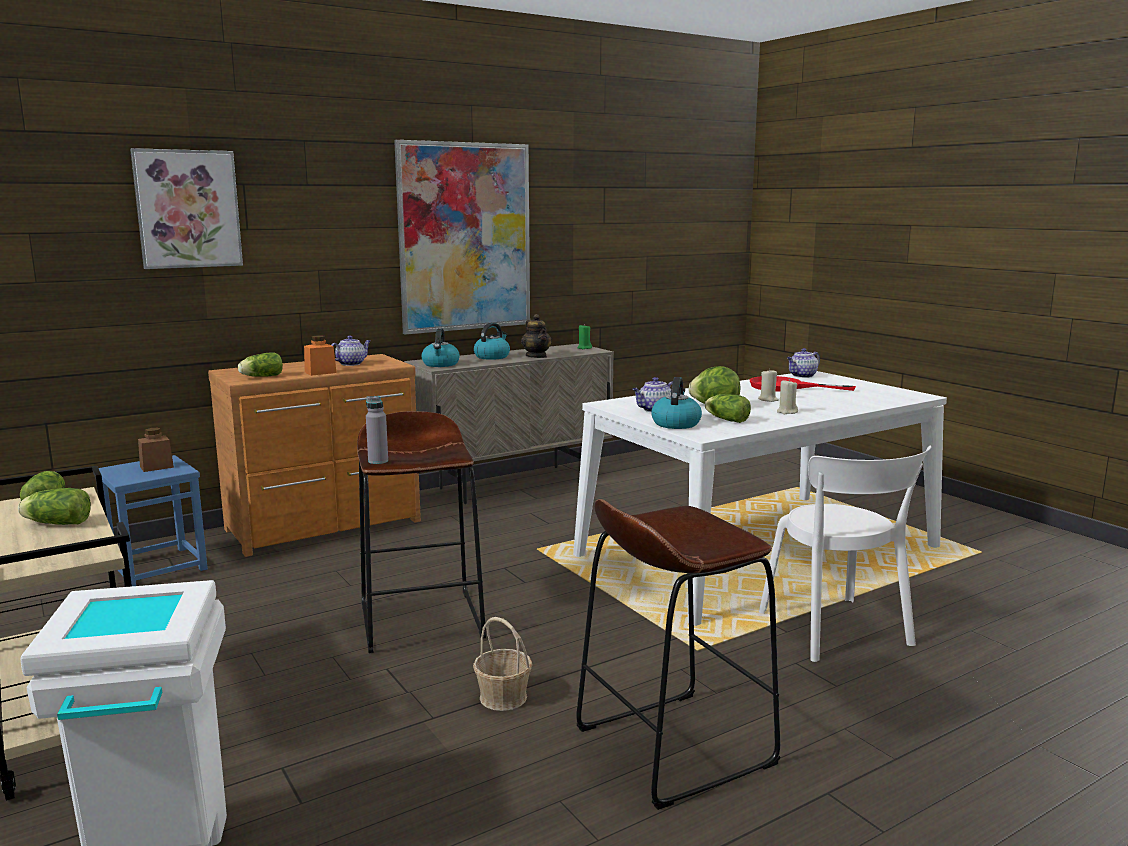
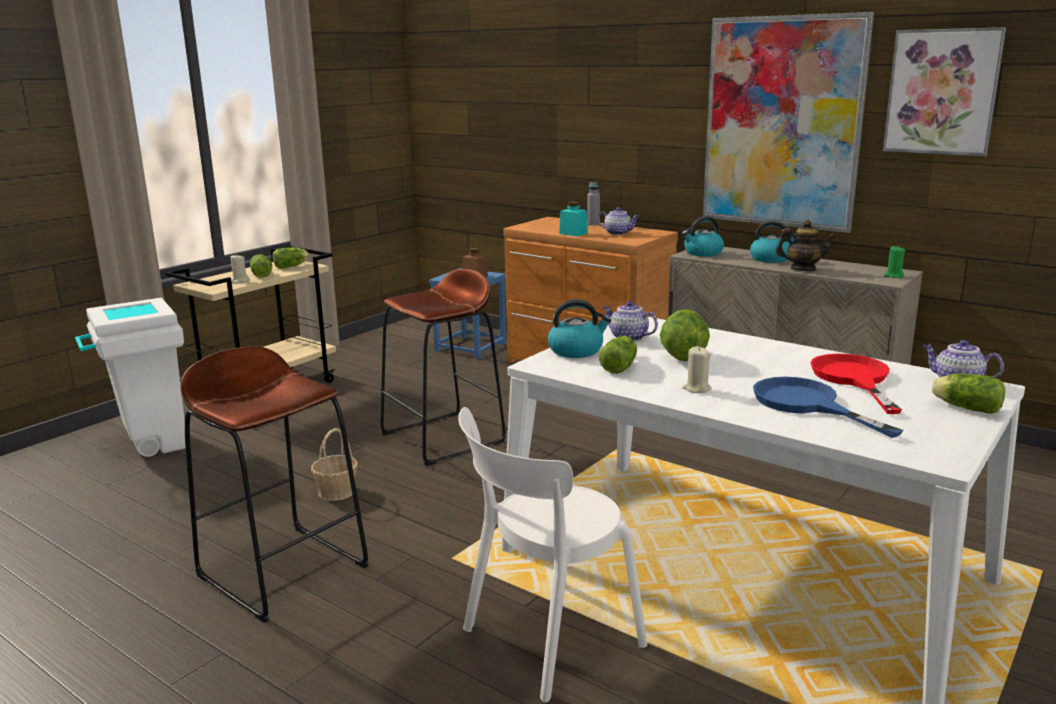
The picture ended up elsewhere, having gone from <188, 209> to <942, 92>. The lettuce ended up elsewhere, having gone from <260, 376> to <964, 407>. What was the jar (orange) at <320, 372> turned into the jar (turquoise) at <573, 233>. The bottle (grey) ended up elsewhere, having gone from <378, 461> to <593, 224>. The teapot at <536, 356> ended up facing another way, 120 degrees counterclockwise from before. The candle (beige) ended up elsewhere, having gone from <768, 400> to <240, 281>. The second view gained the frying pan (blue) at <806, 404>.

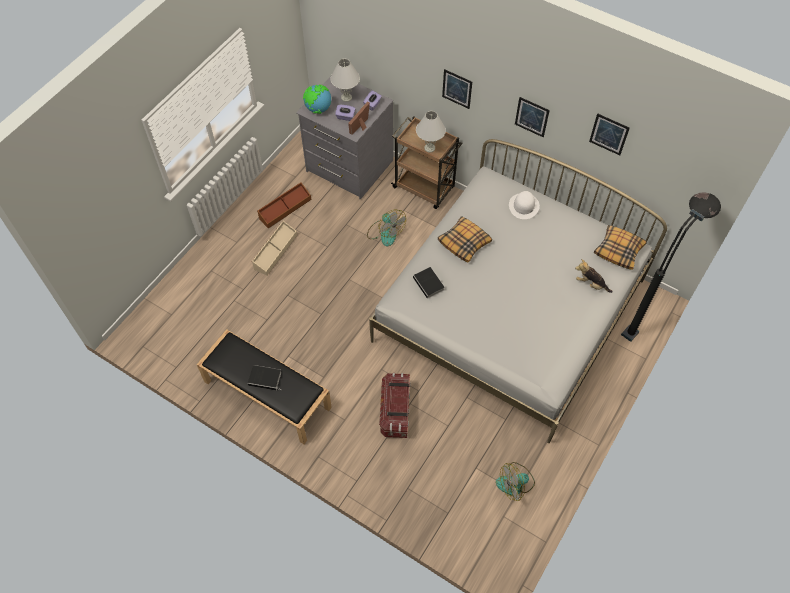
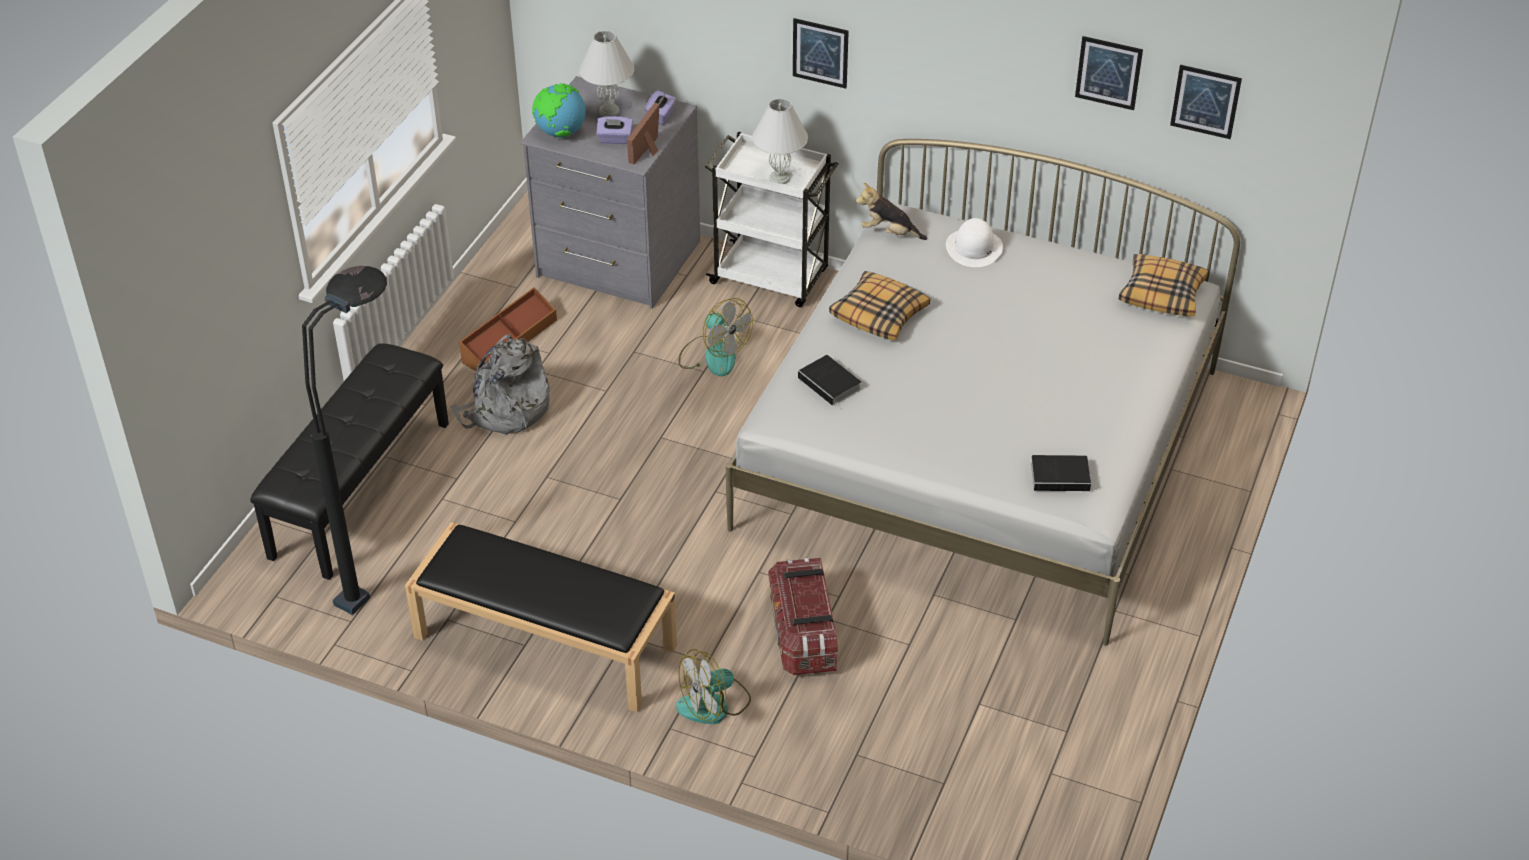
The book ended up elsewhere, having gone from <266, 378> to <1062, 476>. Where the storage box (beige) stood at <275, 251>, the backpack (grey) came to stand at <505, 410>. What was the cart (brown) at <424, 188> turned into the cart (white) at <771, 277>. The fan ended up elsewhere, having gone from <515, 483> to <714, 704>. The picture ended up elsewhere, having gone from <531, 117> to <1205, 101>. The plush toy ended up elsewhere, having gone from <591, 284> to <889, 233>. The floor lamp (black) ended up elsewhere, having gone from <645, 317> to <388, 567>. The second view gained the bench (black) at <359, 488>.

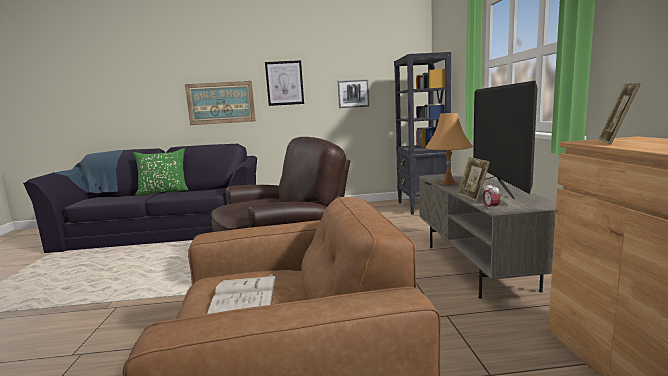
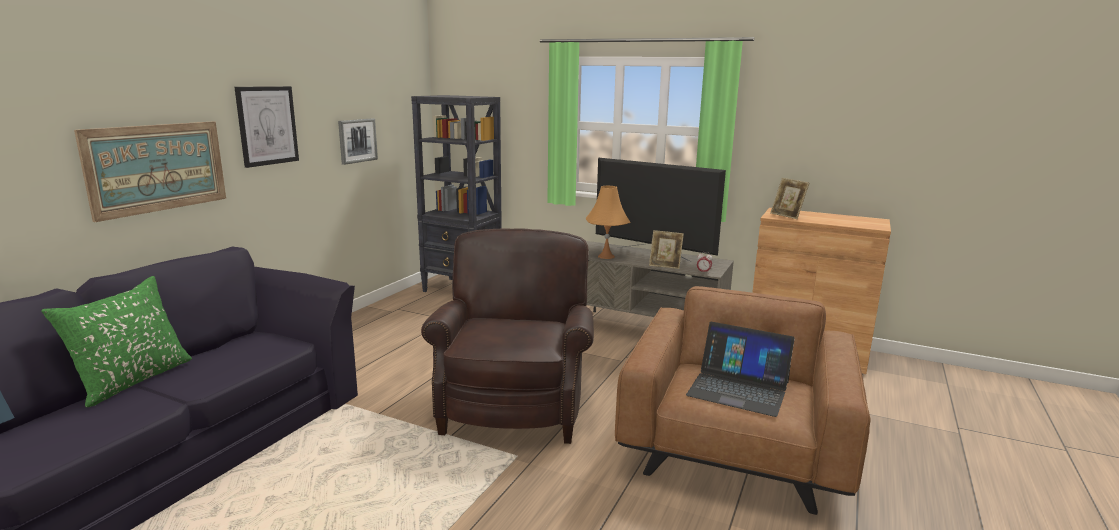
Where the book (white) stood at <244, 296>, the laptop came to stand at <738, 388>.

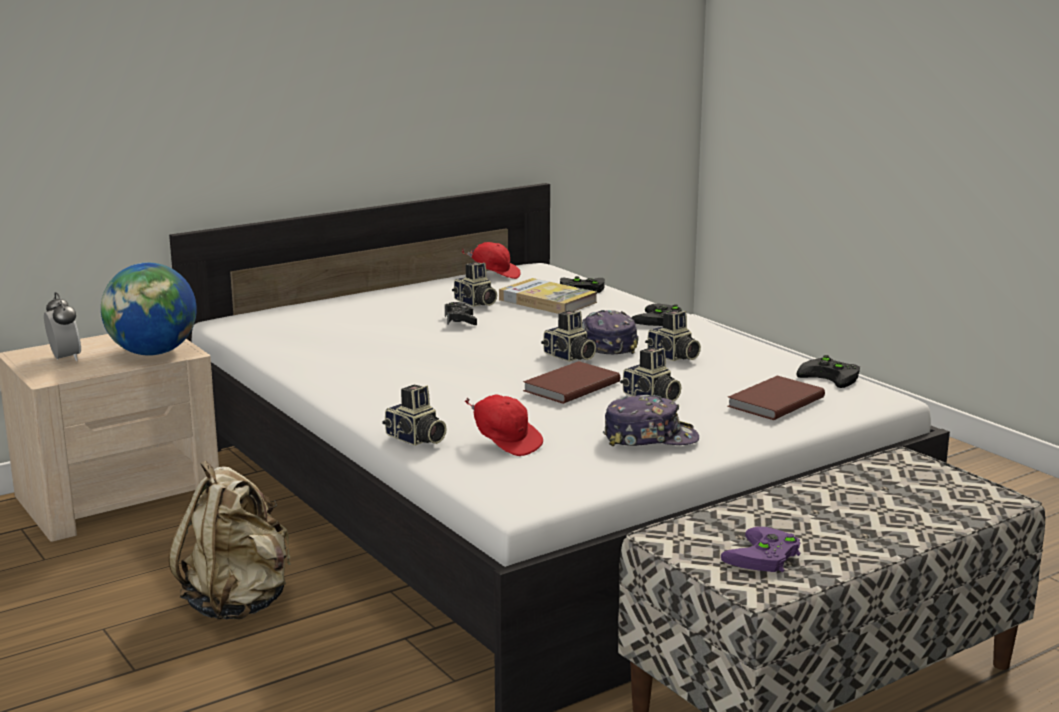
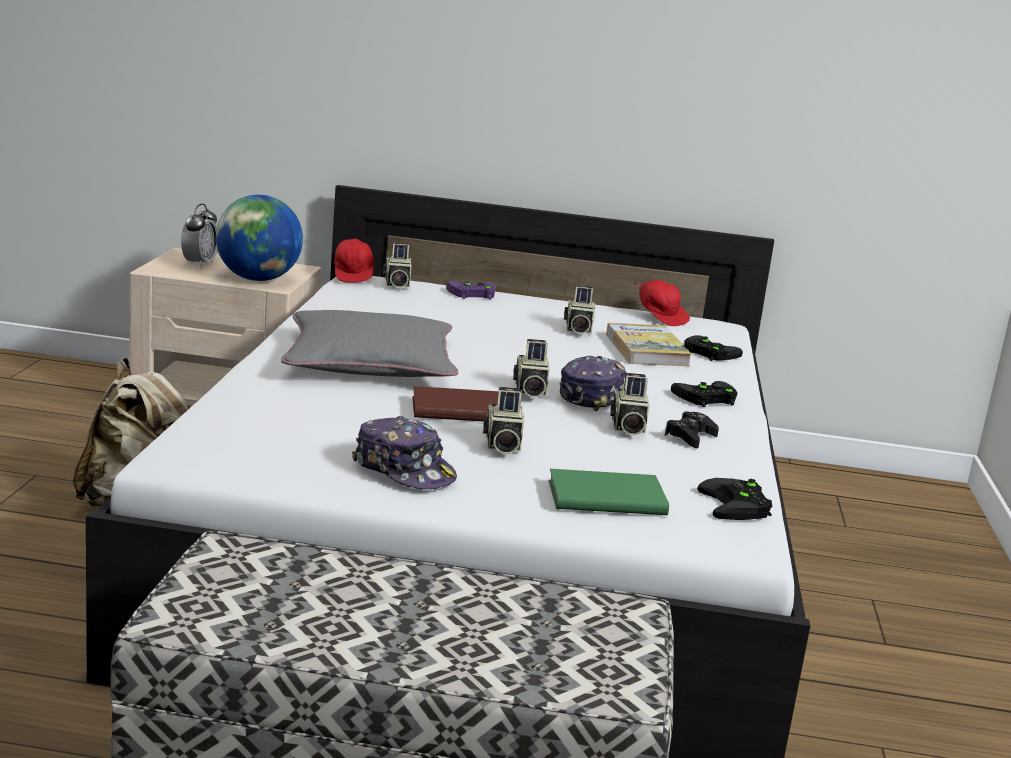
The photo camera ended up elsewhere, having gone from <415, 439> to <396, 284>. The game controller (black) ended up elsewhere, having gone from <460, 320> to <690, 437>. The cap (red) ended up elsewhere, having gone from <506, 443> to <353, 276>. The game controller (purple) ended up elsewhere, having gone from <764, 557> to <470, 294>. What was the book (brown) at <773, 402> turned into the book (green) at <604, 496>. The second view gained the pillow (grey) at <370, 362>.

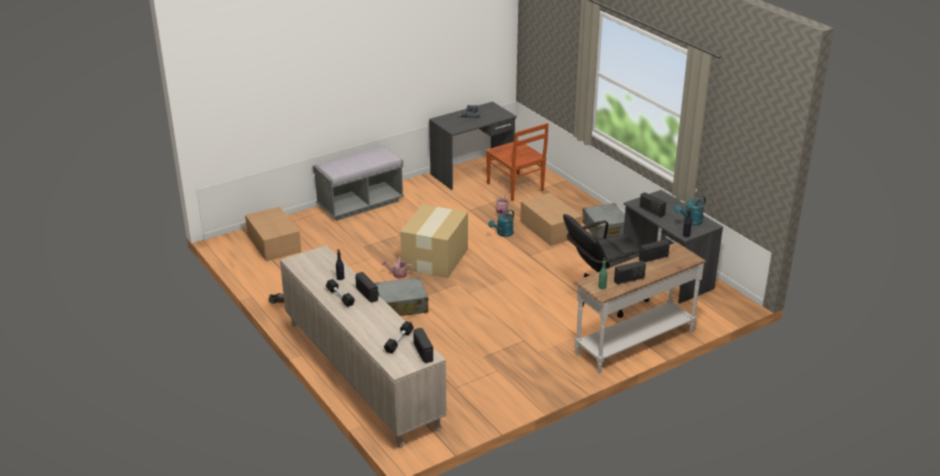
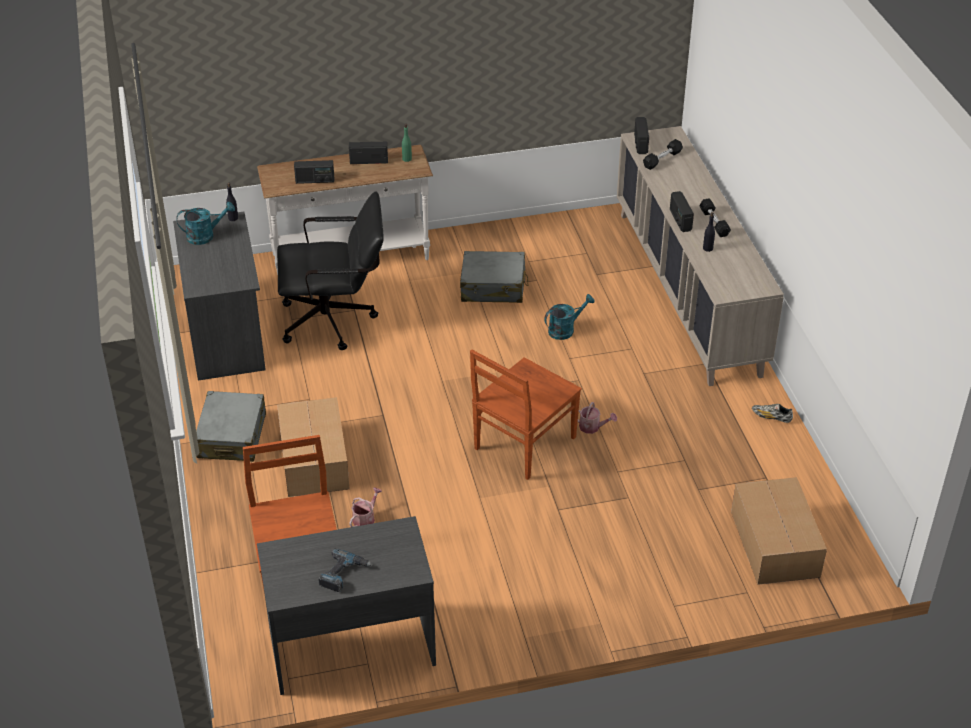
The second view lost the bench (grey) at <360, 204>. The suitcase (grey) ended up elsewhere, having gone from <401, 306> to <493, 287>. Where the cardboard box stood at <436, 258>, the chair (brown) came to stand at <523, 444>. The watering can (turquoise) ended up elsewhere, having gone from <503, 234> to <565, 329>. The second view lost the radio at <651, 211>.

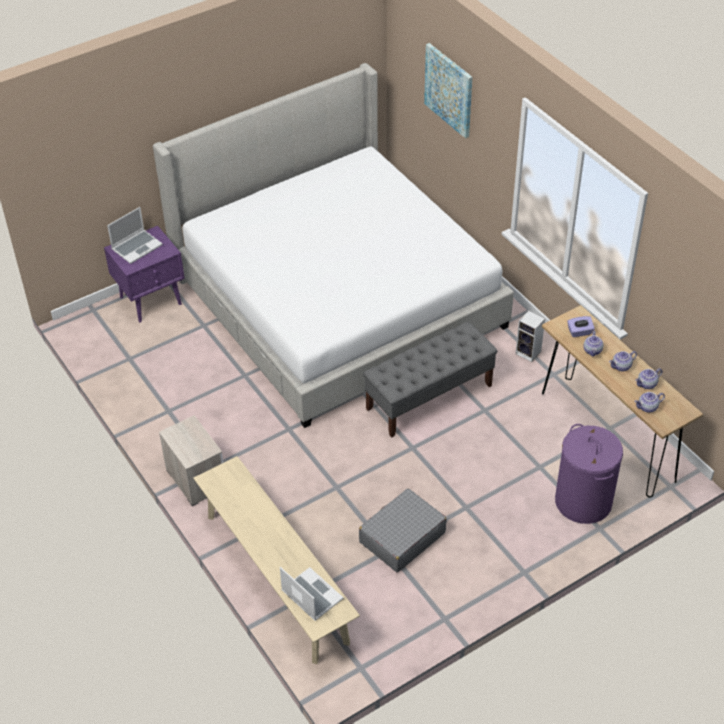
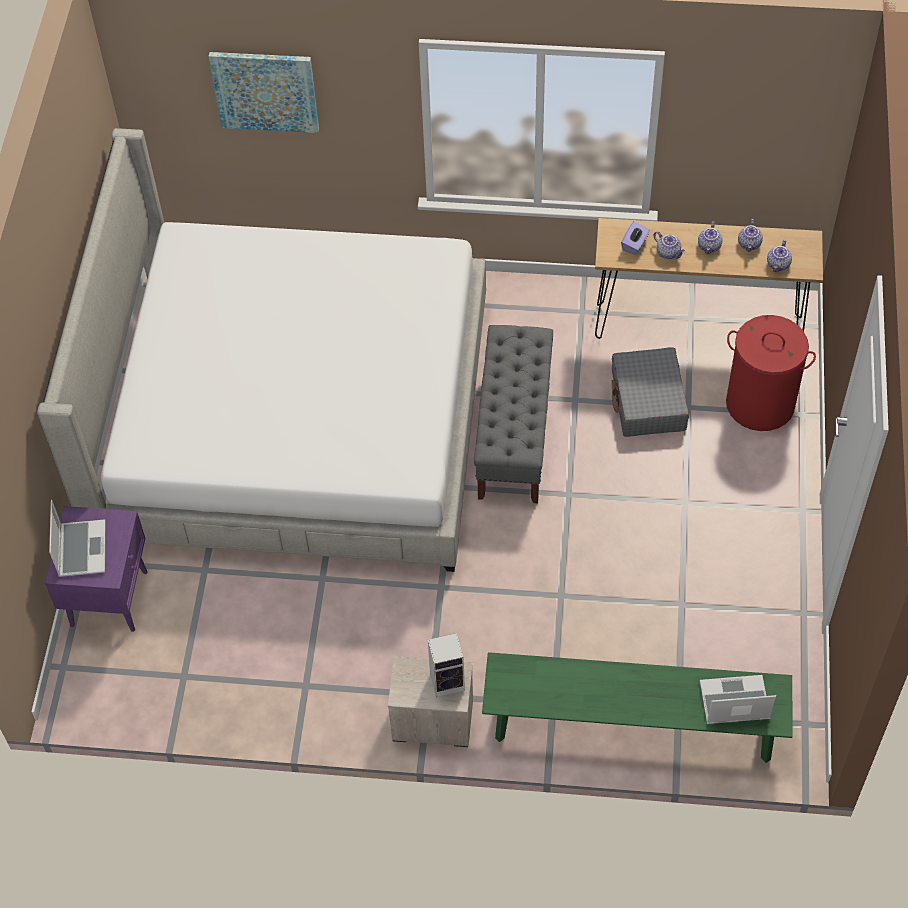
What was the bench (beige) at <276, 577> turned into the bench (green) at <633, 727>. The suitcase (grey) ended up elsewhere, having gone from <402, 537> to <648, 401>. The speaker ended up elsewhere, having gone from <529, 353> to <448, 681>. What was the laundry basket (purple) at <583, 501> turned into the laundry basket (red) at <759, 404>.

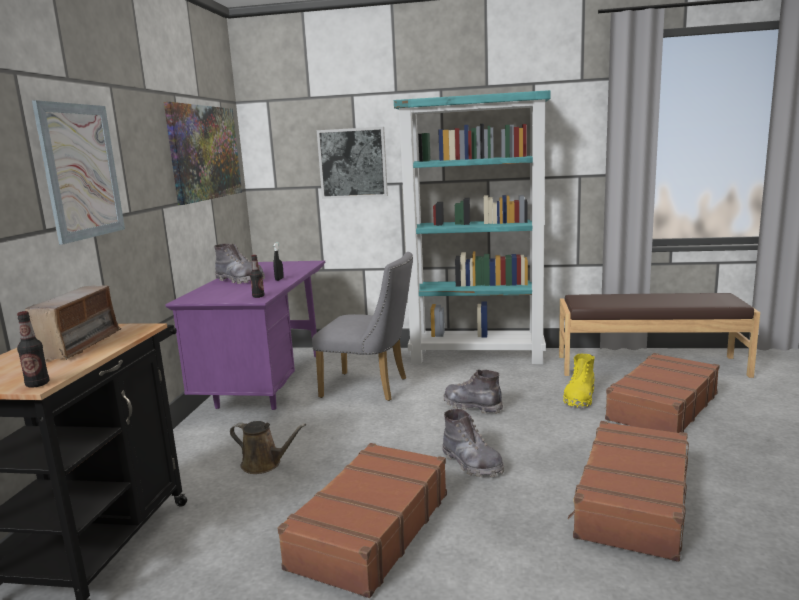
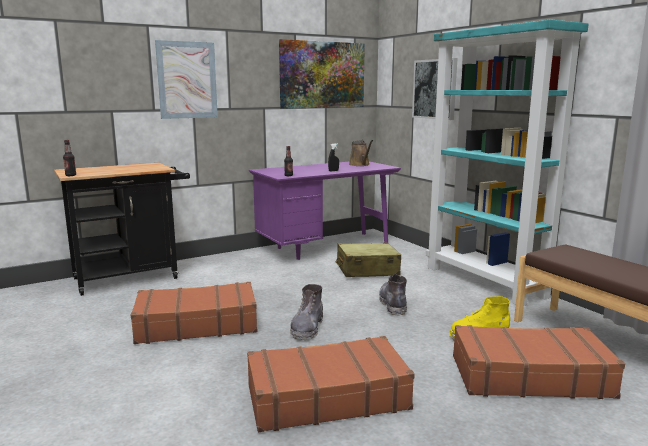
The second view lost the radio at <79, 345>. The second view lost the boot (grey) at <240, 280>. The watering can (brown) ended up elsewhere, having gone from <264, 464> to <360, 165>. Where the chair (grey) stood at <371, 388>, the suitcase (beige) came to stand at <367, 270>.

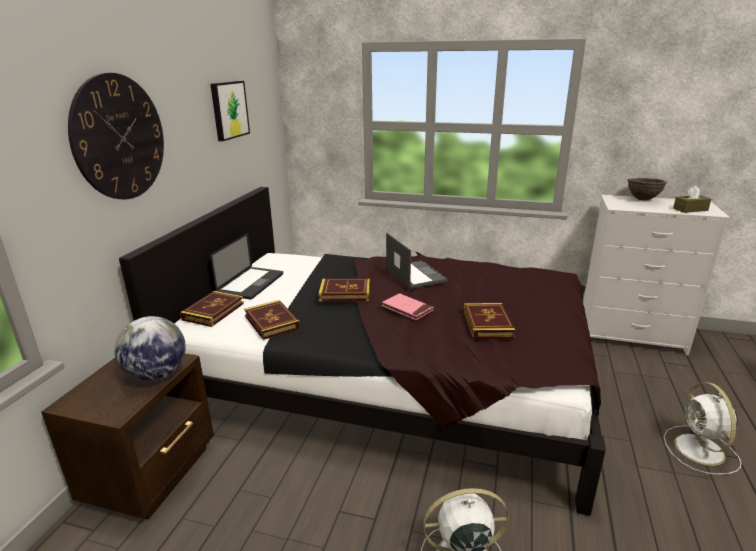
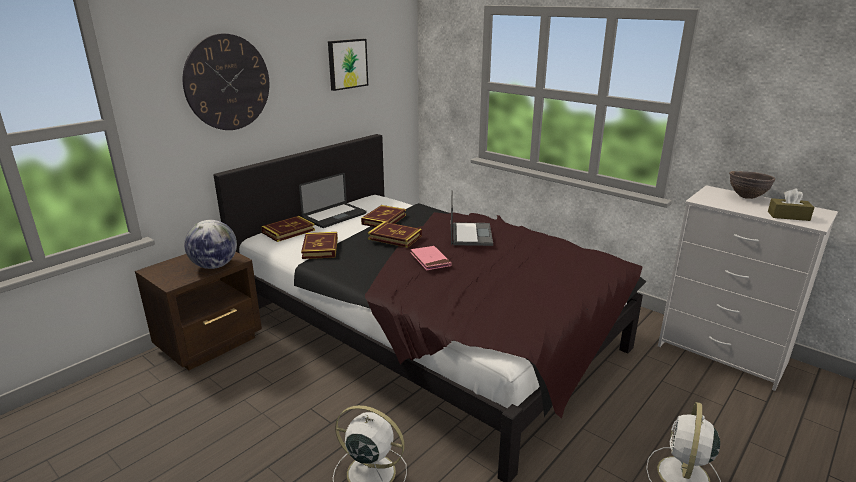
The book ended up elsewhere, having gone from <487, 324> to <384, 219>.

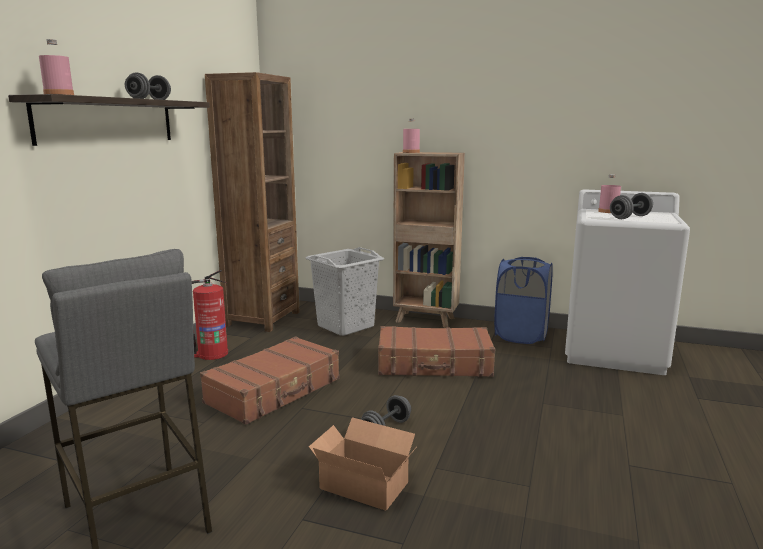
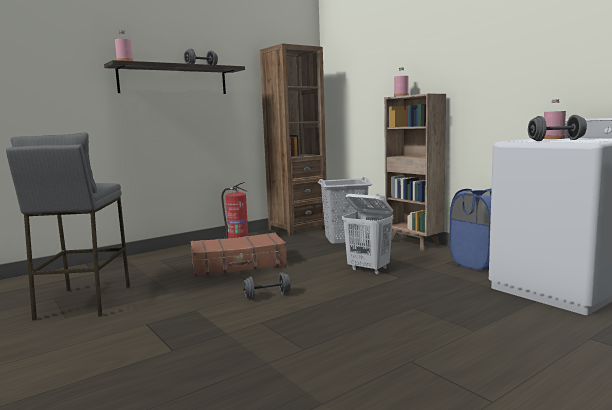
The second view lost the cardboard box at <364, 483>. Where the suitcase (brown) stood at <434, 364>, the laundry basket (white) came to stand at <369, 269>.

